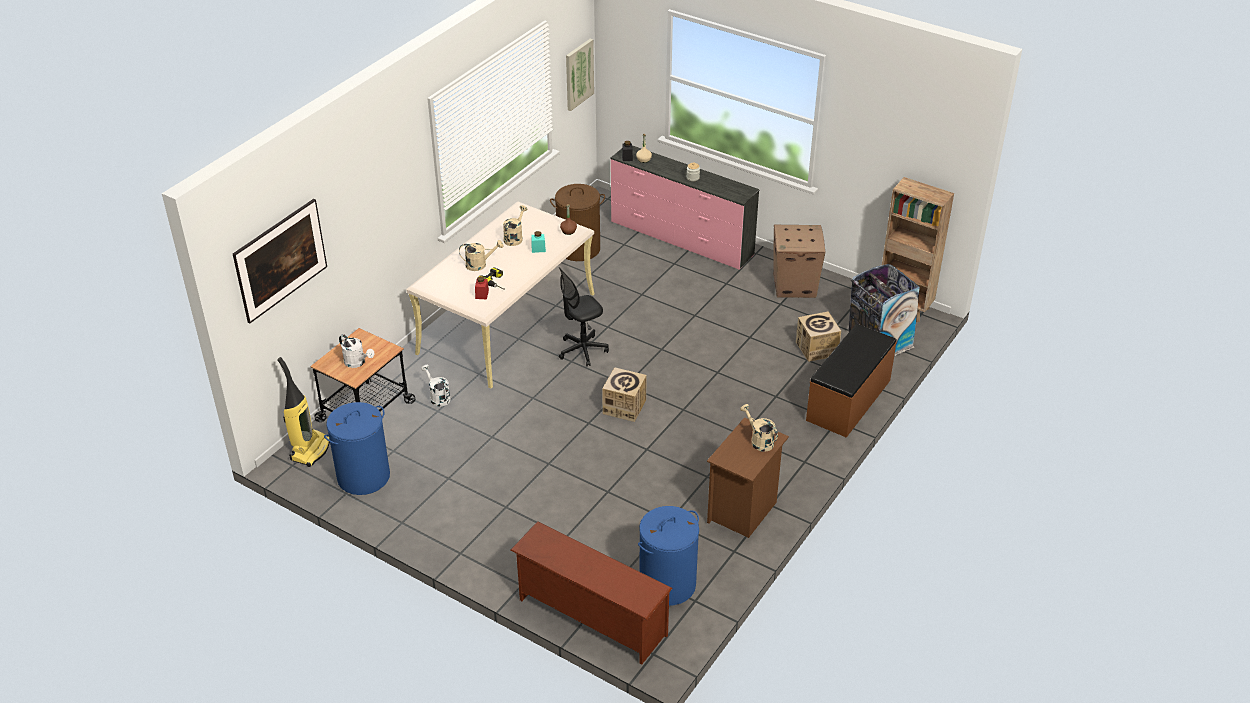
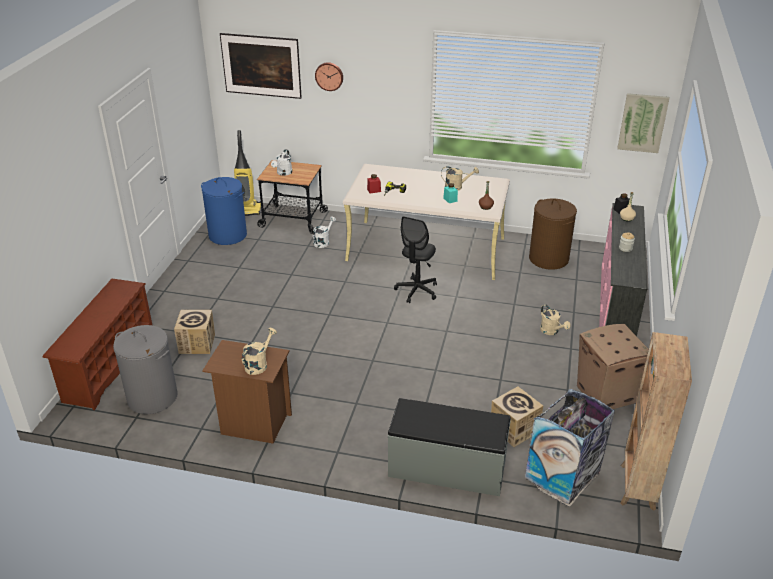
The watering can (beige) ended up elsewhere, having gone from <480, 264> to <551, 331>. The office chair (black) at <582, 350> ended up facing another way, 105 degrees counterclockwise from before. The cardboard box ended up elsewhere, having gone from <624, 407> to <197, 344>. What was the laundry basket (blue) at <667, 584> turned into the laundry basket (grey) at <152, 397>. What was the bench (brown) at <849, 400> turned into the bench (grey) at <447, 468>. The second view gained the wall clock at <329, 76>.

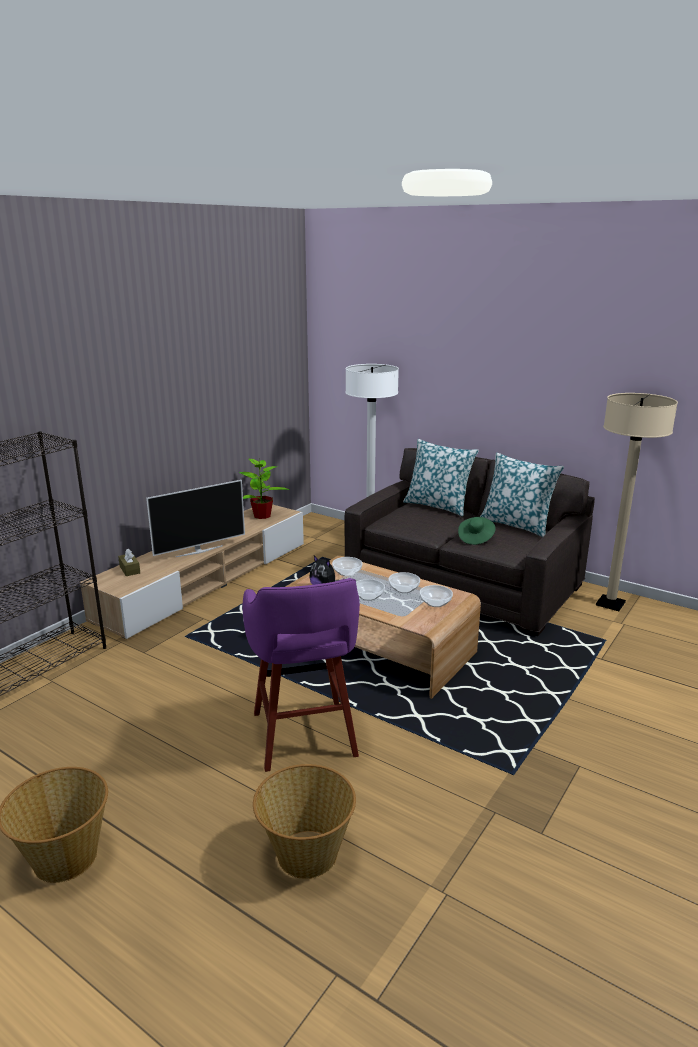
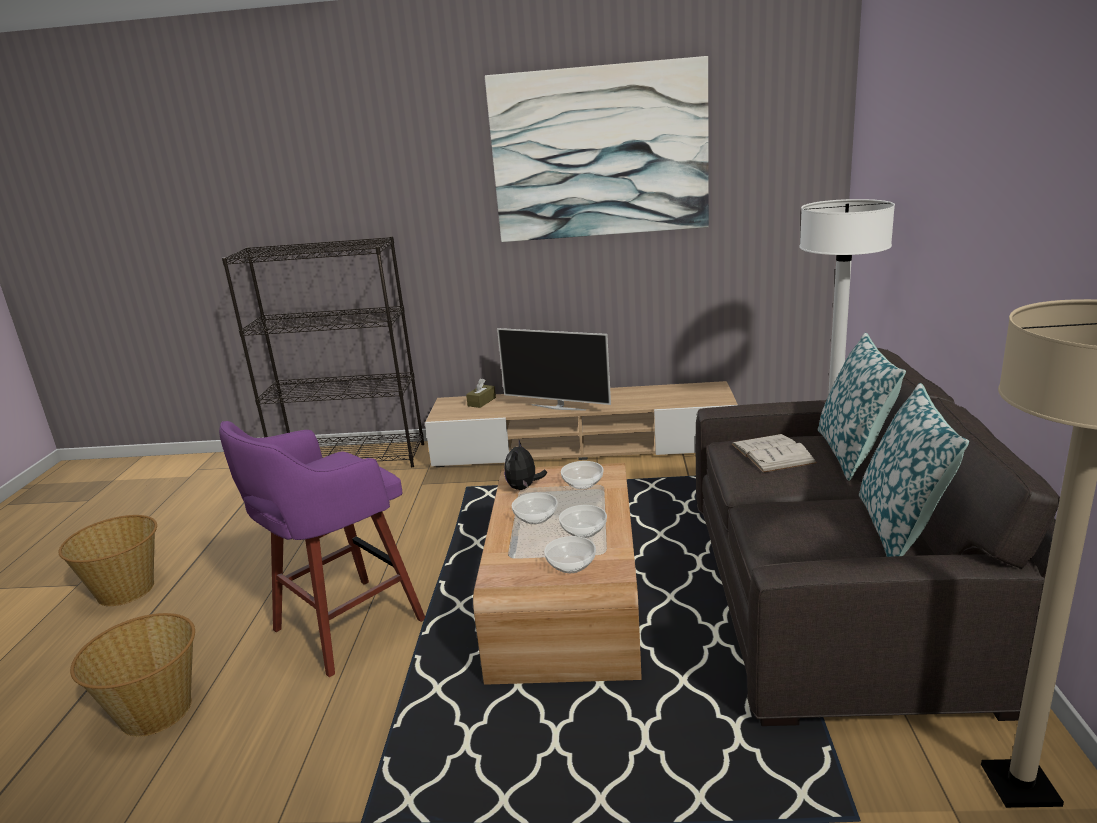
The second view lost the potted plant at <262, 516>. The second view lost the hat (green) at <475, 538>. The second view gained the picture at <599, 153>. The second view gained the book (white) at <772, 453>.

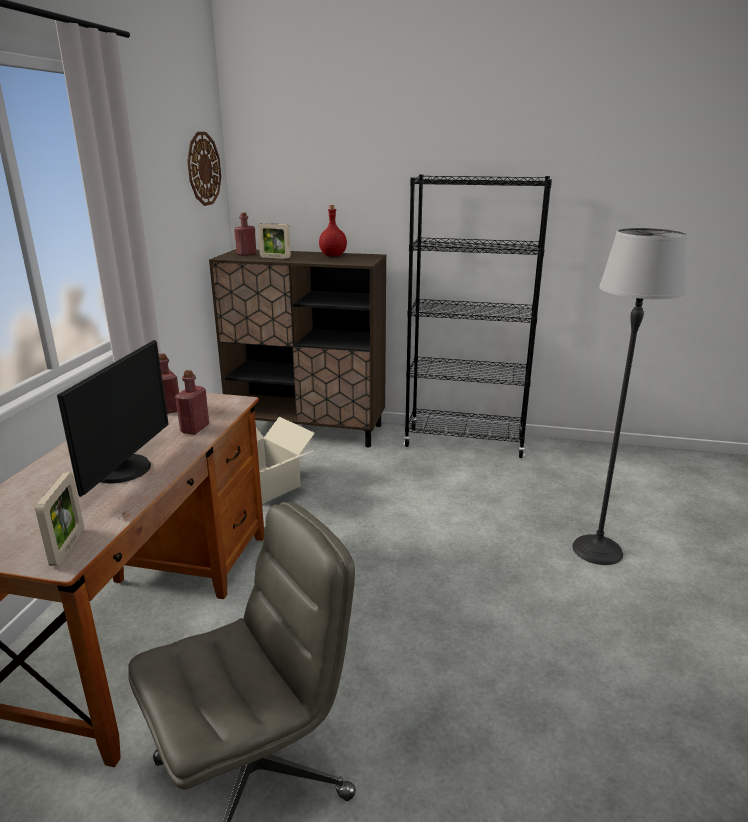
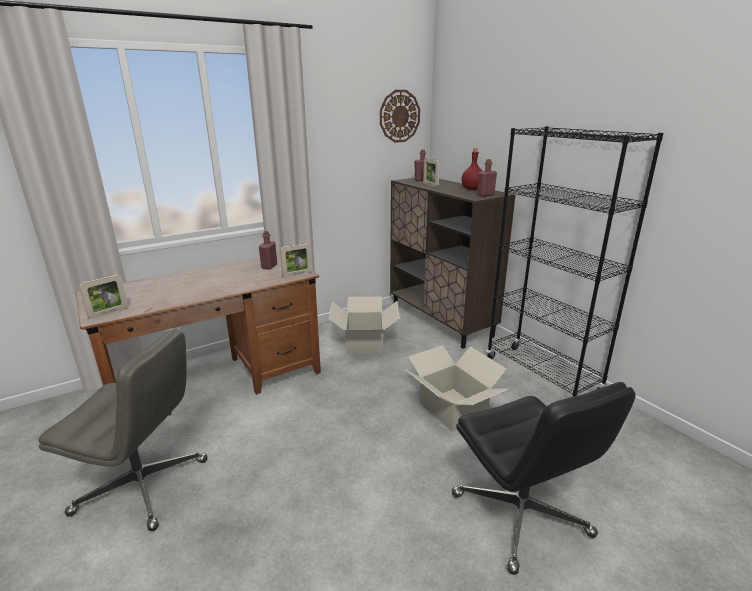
The second view lost the monitor at <124, 469>. The bottle (red) ended up elsewhere, having gone from <195, 429> to <485, 195>. Where the floor lamp stood at <597, 550>, the office chair (black) came to stand at <521, 516>. The second view gained the picture frame at <297, 274>. The second view gained the cardboard box at <453, 409>.

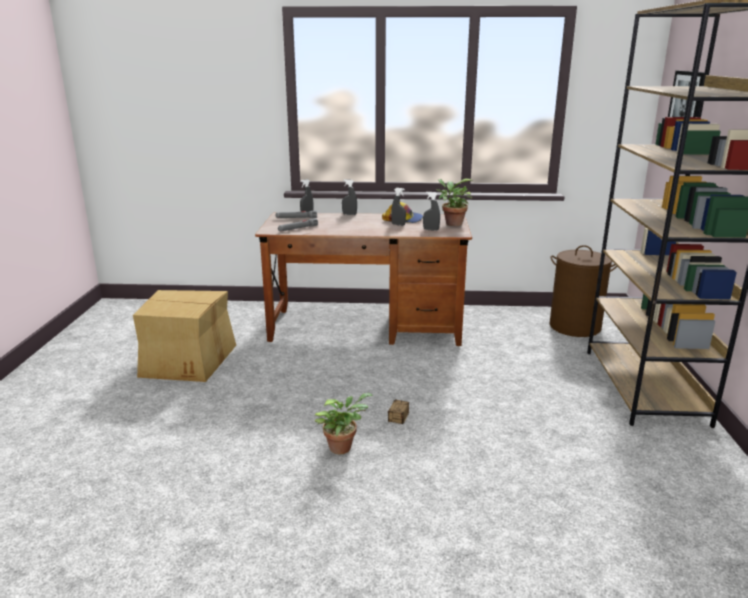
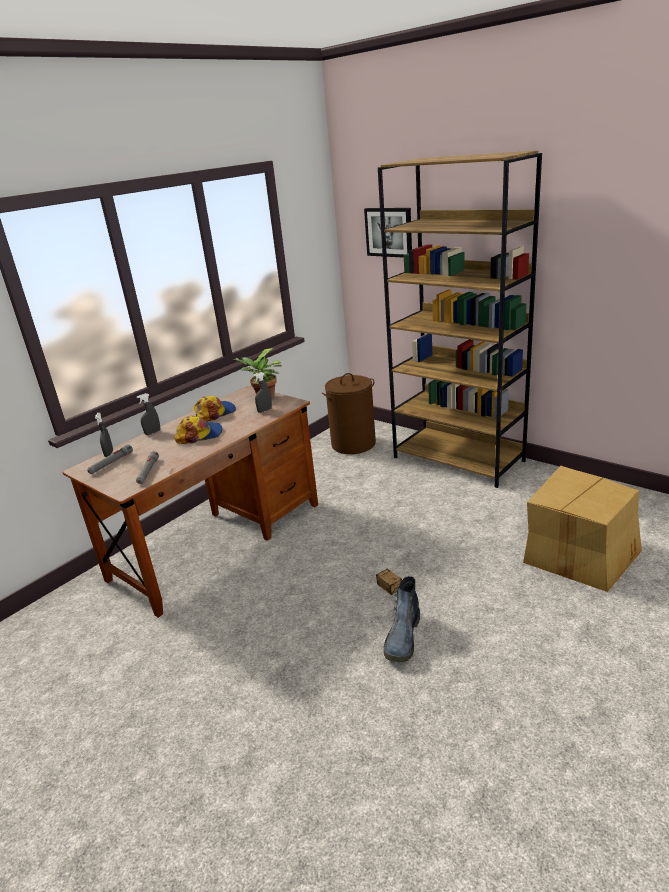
The cardboard box ended up elsewhere, having gone from <187, 360> to <579, 553>. Where the potted plant stood at <342, 446>, the boot came to stand at <403, 638>. The second view lost the spray bottle (grey) at <398, 225>. The second view gained the cap at <199, 435>.

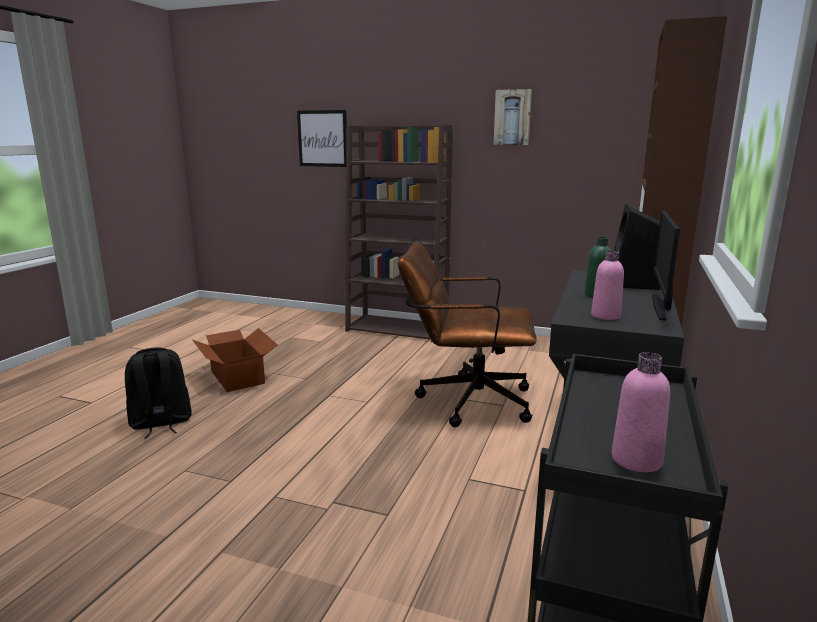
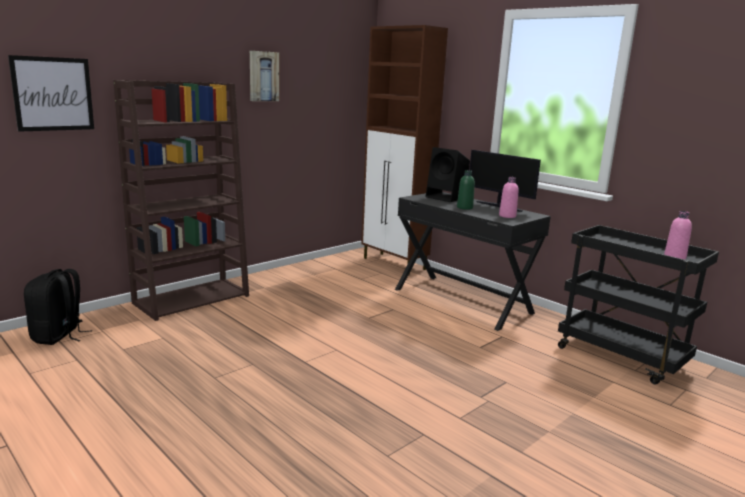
The backpack (black) ended up elsewhere, having gone from <160, 423> to <59, 336>. The second view lost the cardboard box at <238, 377>. The second view lost the office chair (brown) at <465, 400>.

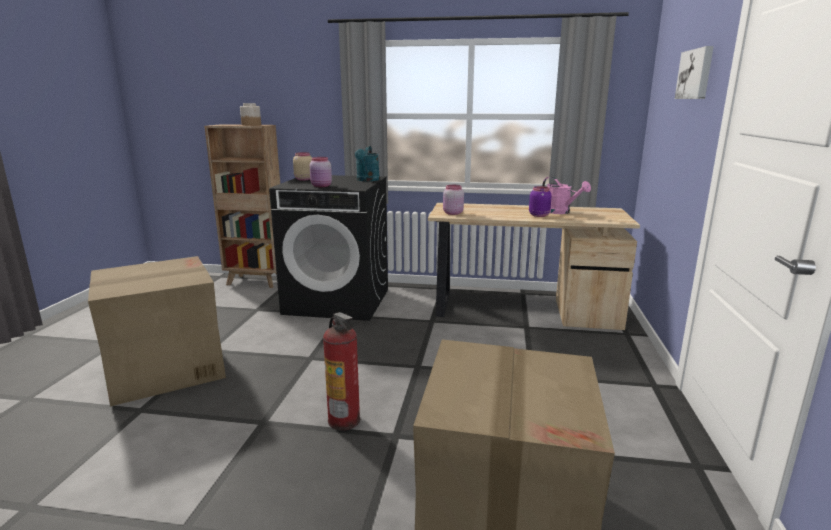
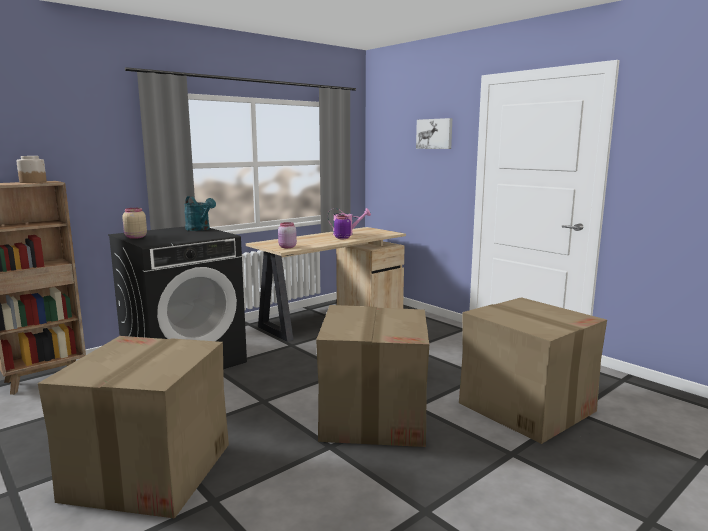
The second view lost the jar (pink) at <321, 186>. Where the fire extinguisher stood at <344, 420>, the cardboard box came to stand at <374, 416>.

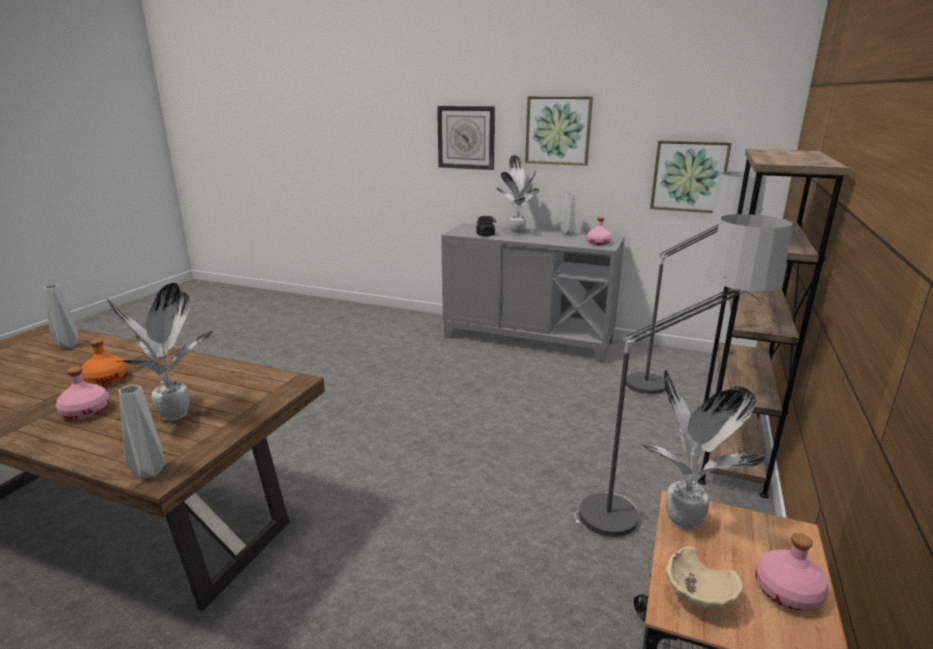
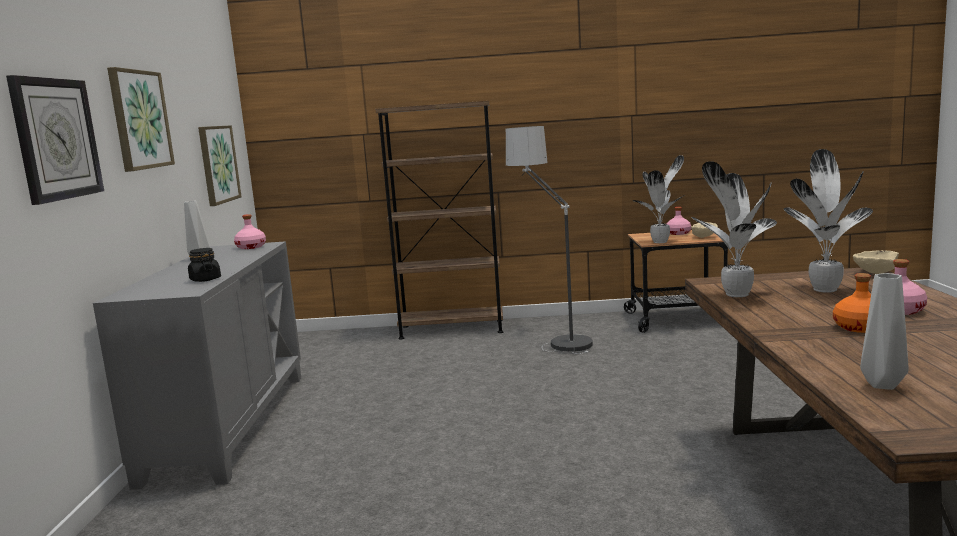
Where the vase (grey) stood at <148, 473>, the bowl (beige) came to stand at <874, 273>. The potted plant ended up elsewhere, having gone from <517, 232> to <735, 295>. The second view lost the floor lamp at <674, 383>.

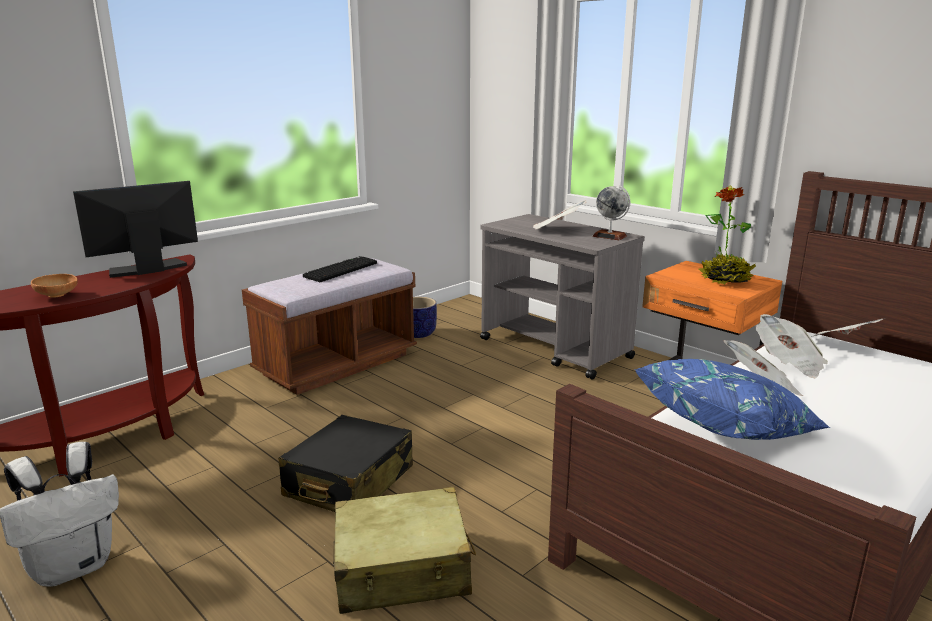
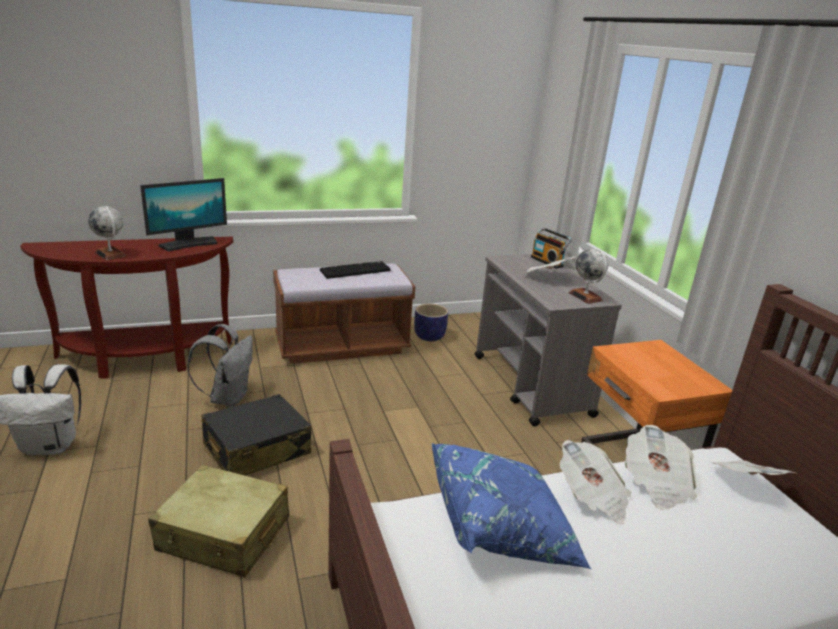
Where the bowl (brown) stood at <57, 296>, the globe came to stand at <110, 254>. The monitor at <147, 269> ended up facing another way, 150 degrees clockwise from before. The second view lost the potted plant at <725, 280>. The second view gained the backpack (grey) at <228, 397>. The second view gained the radio at <548, 262>.

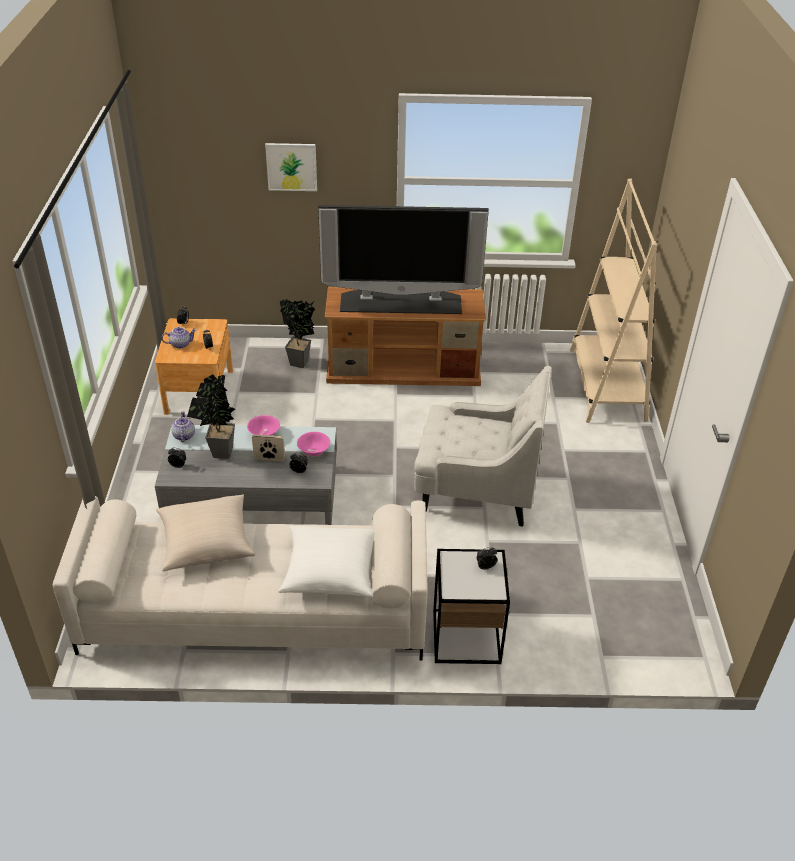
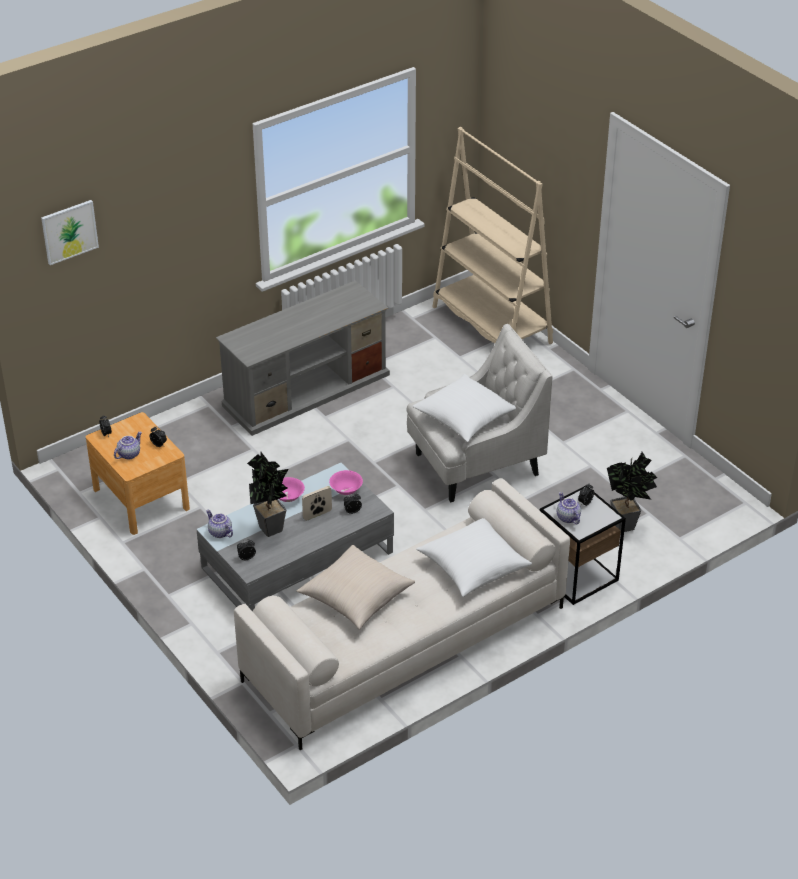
The picture ended up elsewhere, having gone from <291, 166> to <69, 231>. The potted plant ended up elsewhere, having gone from <301, 364> to <627, 526>. The second view lost the television at <401, 302>. What was the tv stand (brown) at <404, 368> turned into the tv stand (grey) at <307, 389>. The second view gained the pillow (white) at <465, 418>. The second view gained the teapot at <567, 517>.

